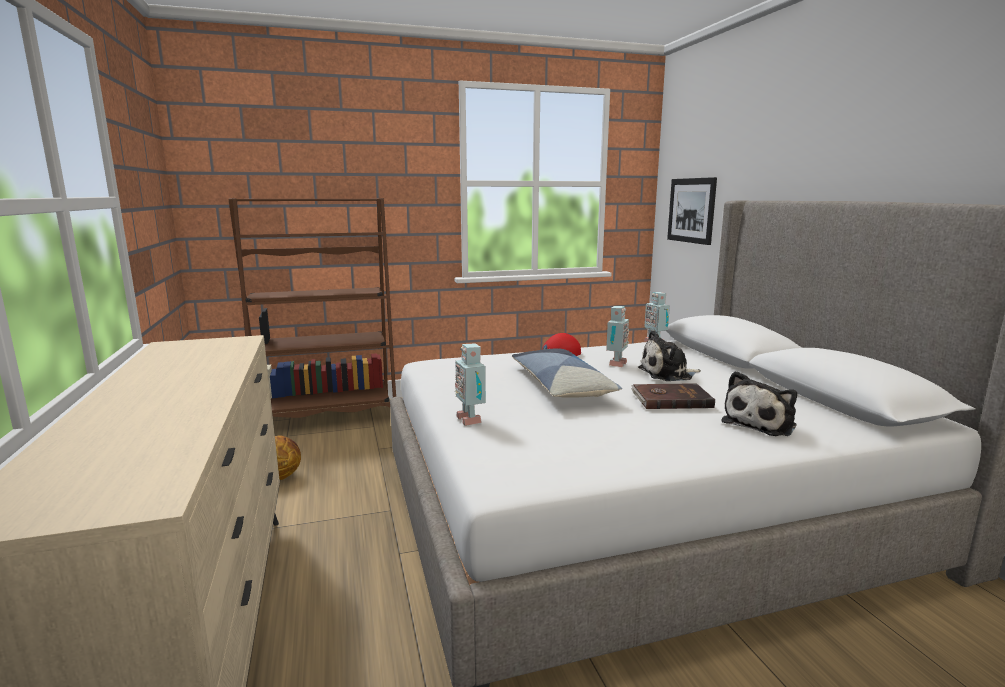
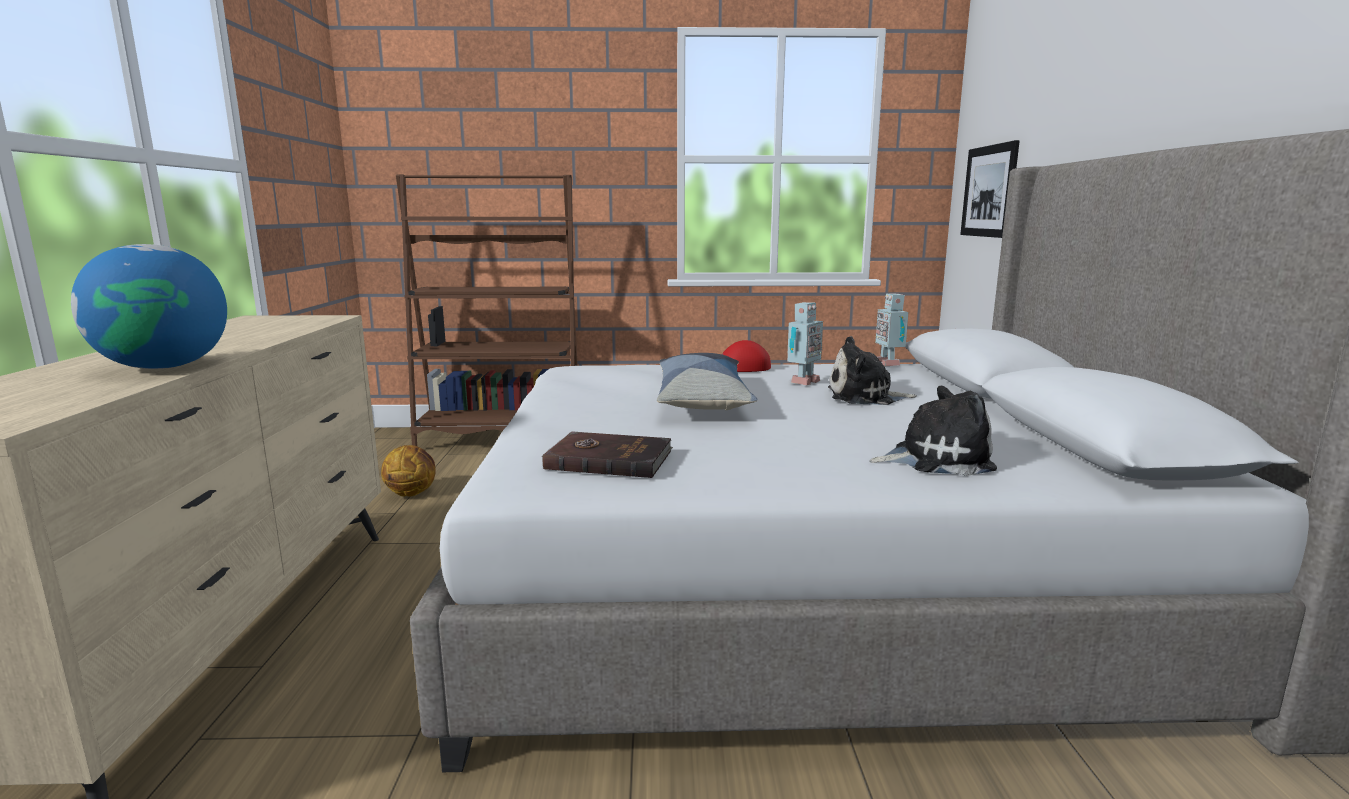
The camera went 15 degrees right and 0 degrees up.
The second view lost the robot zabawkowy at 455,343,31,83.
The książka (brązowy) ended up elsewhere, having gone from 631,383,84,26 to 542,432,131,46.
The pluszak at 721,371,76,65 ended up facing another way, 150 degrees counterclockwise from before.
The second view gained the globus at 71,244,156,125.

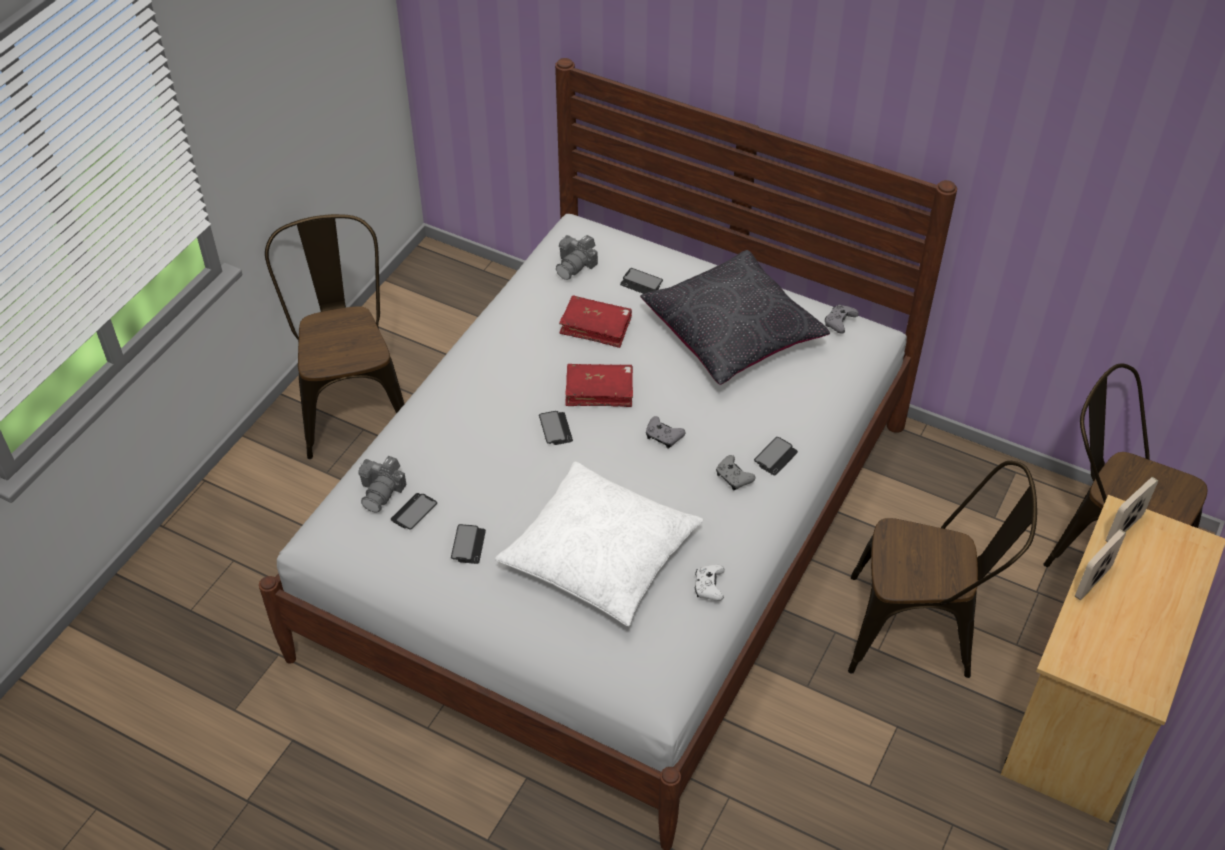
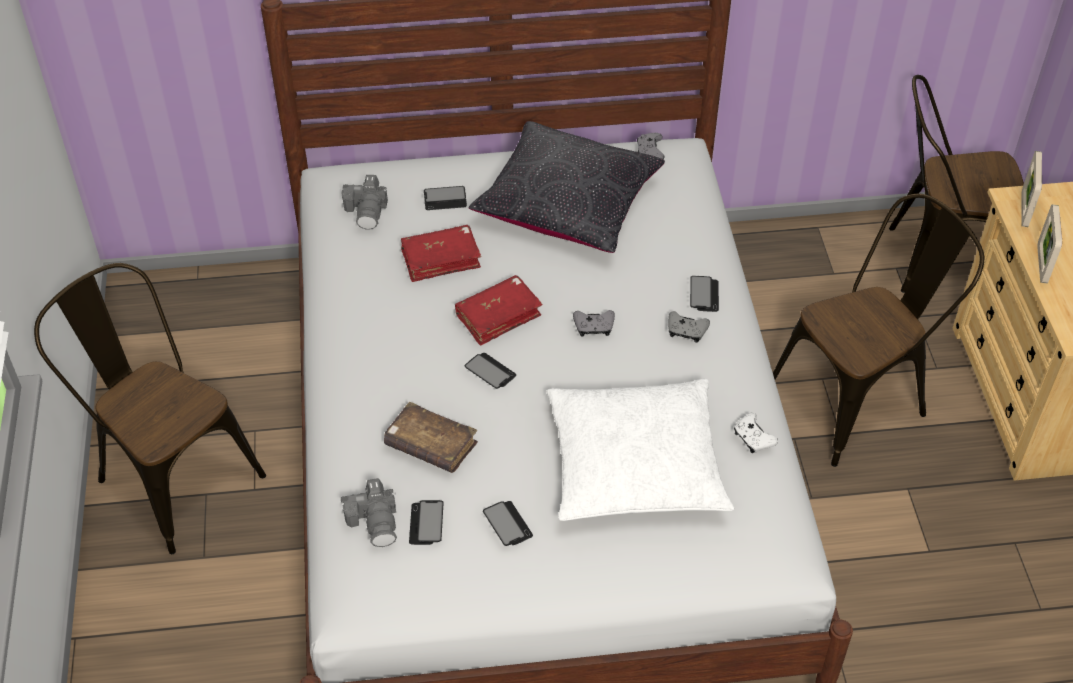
The camera went 35 degrees left and 0 degrees up.
The second view gained the książka (brązowy) at 384,402,94,71.

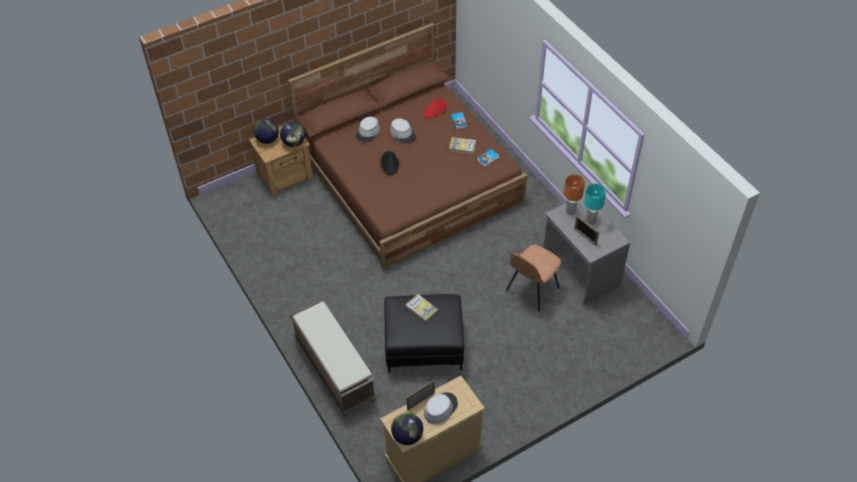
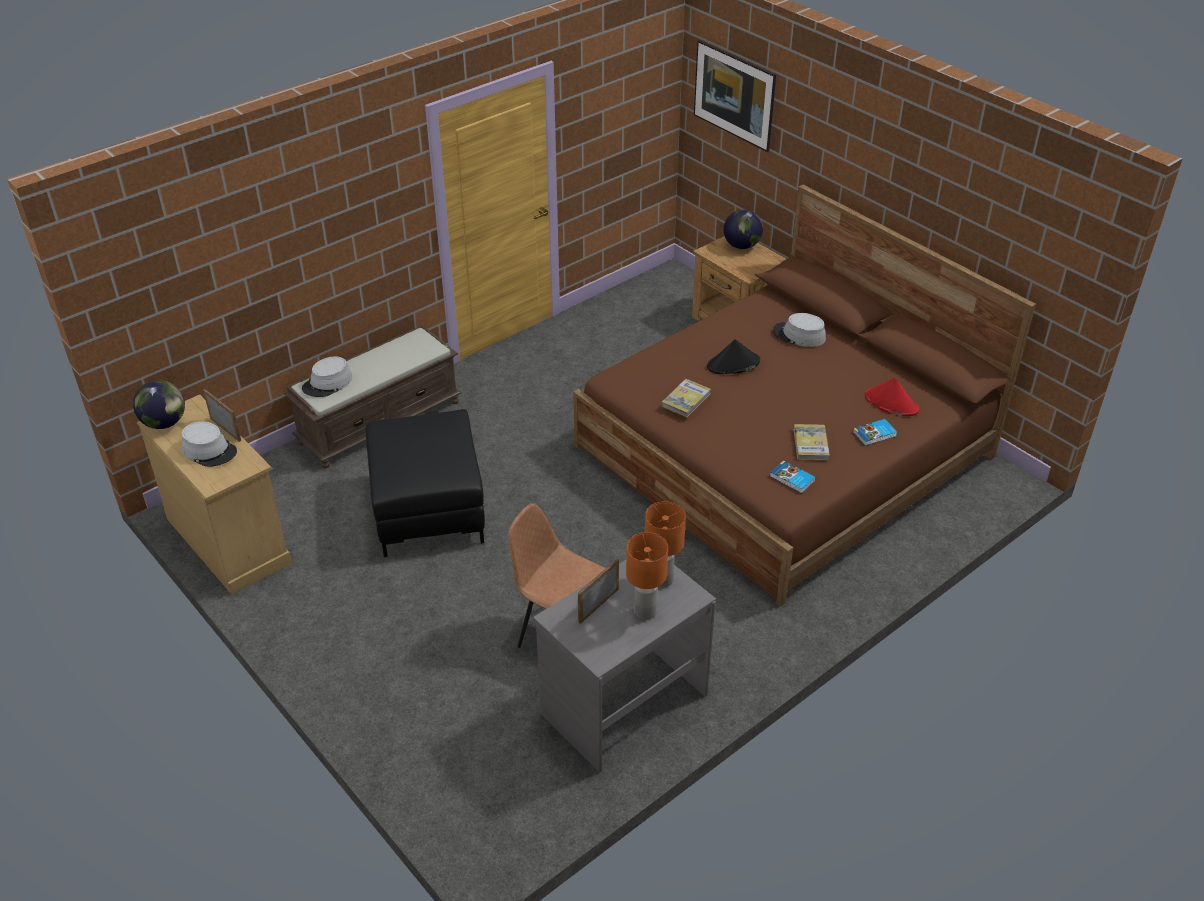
The camera went 80 degrees right and 10 degrees down.
The second view lost the globus at 280,122,25,25.
The kapelusz (szary) ended up elsewhere, having gone from 390,118,26,25 to 302,356,50,41.
The książka ended up elsewhere, having gone from 405,294,33,29 to 662,379,49,38.
What was the lampa stołowa (turkusowy) at 584,184,22,40 turned into the lampa stołowa (pomarańczowy) at 626,532,42,88.
The second view gained the obraz at 694,40,82,112.

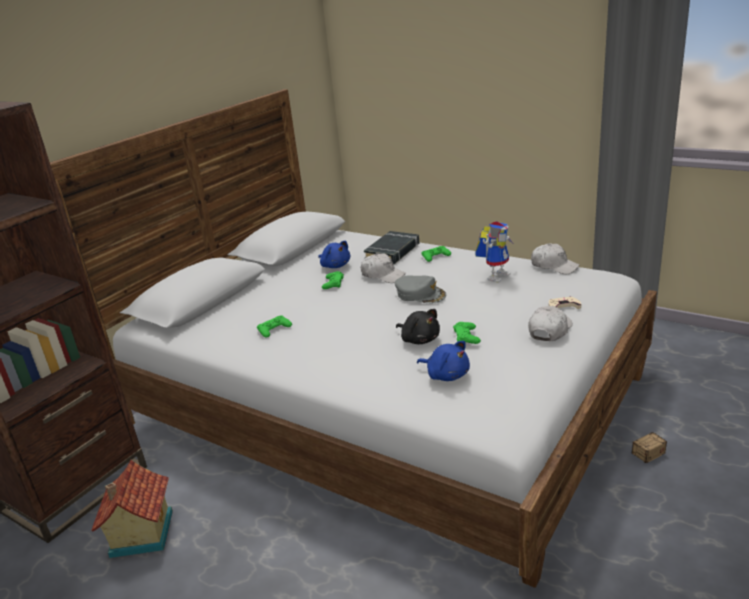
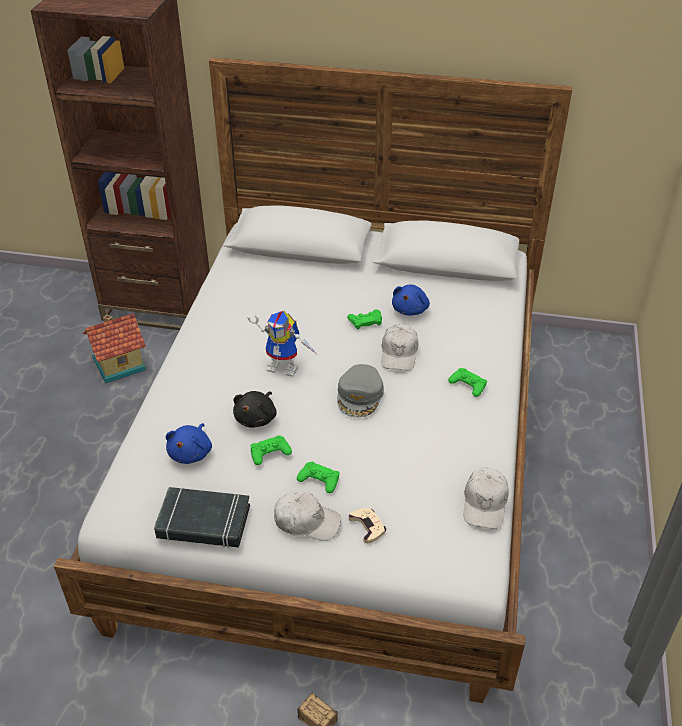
The camera went 65 degrees right and 15 degrees up.
The pad do gier (zielony) ended up elsewhere, having gone from 257,316,35,22 to 297,462,43,31.
The książka (czarny) ended up elsewhere, having gone from 364,231,55,33 to 154,487,96,61.
The robot zabawkowy ended up elsewhere, having gone from 476,221,37,62 to 247,310,70,67.

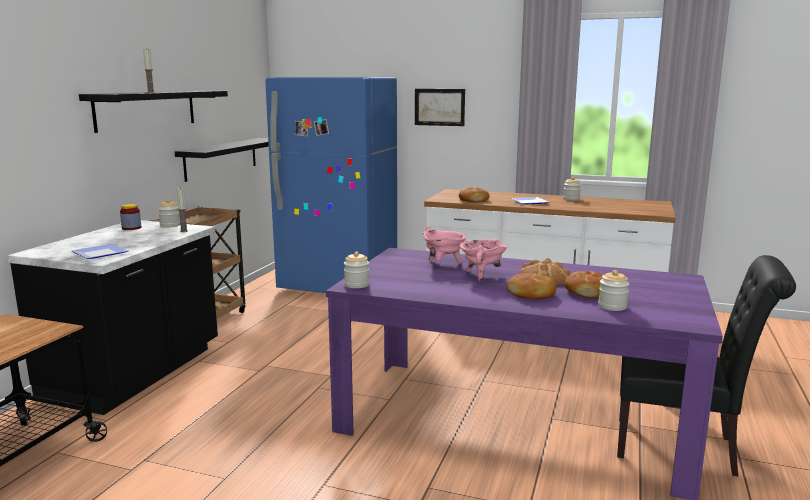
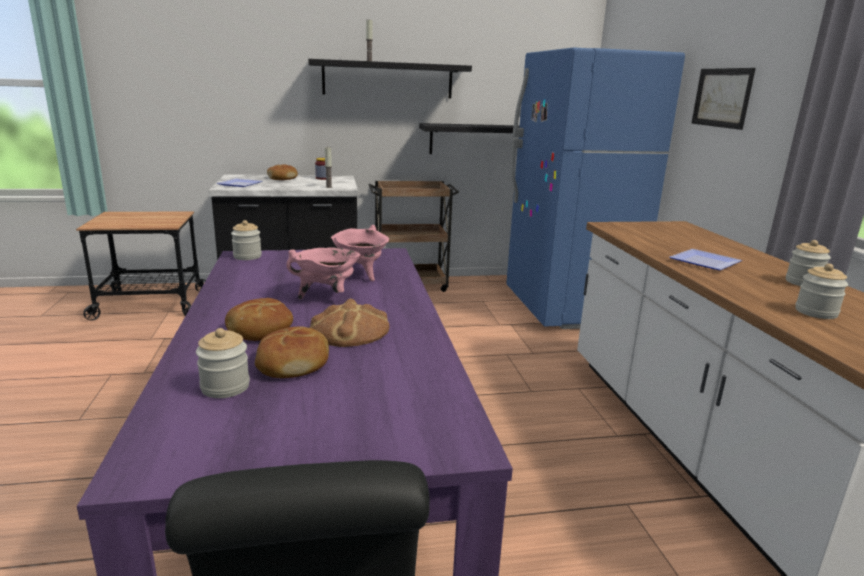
The camera went 60 degrees right and 5 degrees up.
The słoik ended up elsewhere, having gone from 158,199,22,29 to 795,264,53,55.
The chleb ended up elsewhere, having gone from 459,187,31,15 to 267,164,31,16.

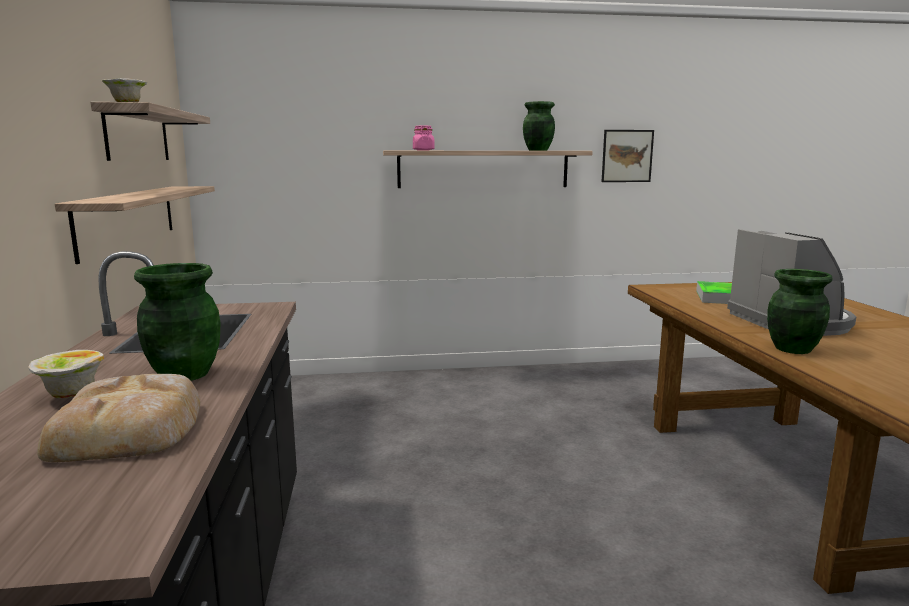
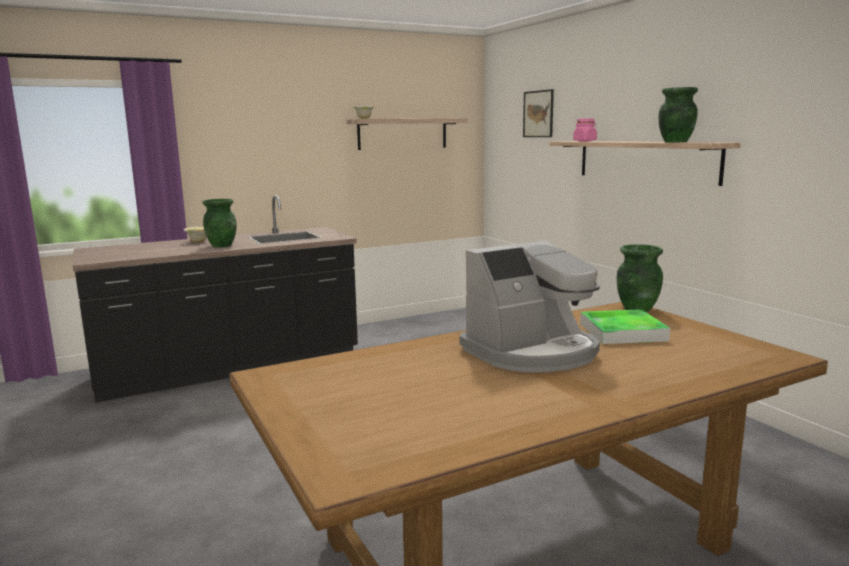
The camera went 70 degrees right and 0 degrees up.
The second view lost the chleb at 37,374,163,88.
The second view lost the półka at 55,186,160,78.
The obraz ended up elsewhere, having gone from 601,130,53,52 to 523,89,31,48.
The wazon (zielony) ended up elsewhere, having gone from 767,269,65,85 to 617,244,46,68.

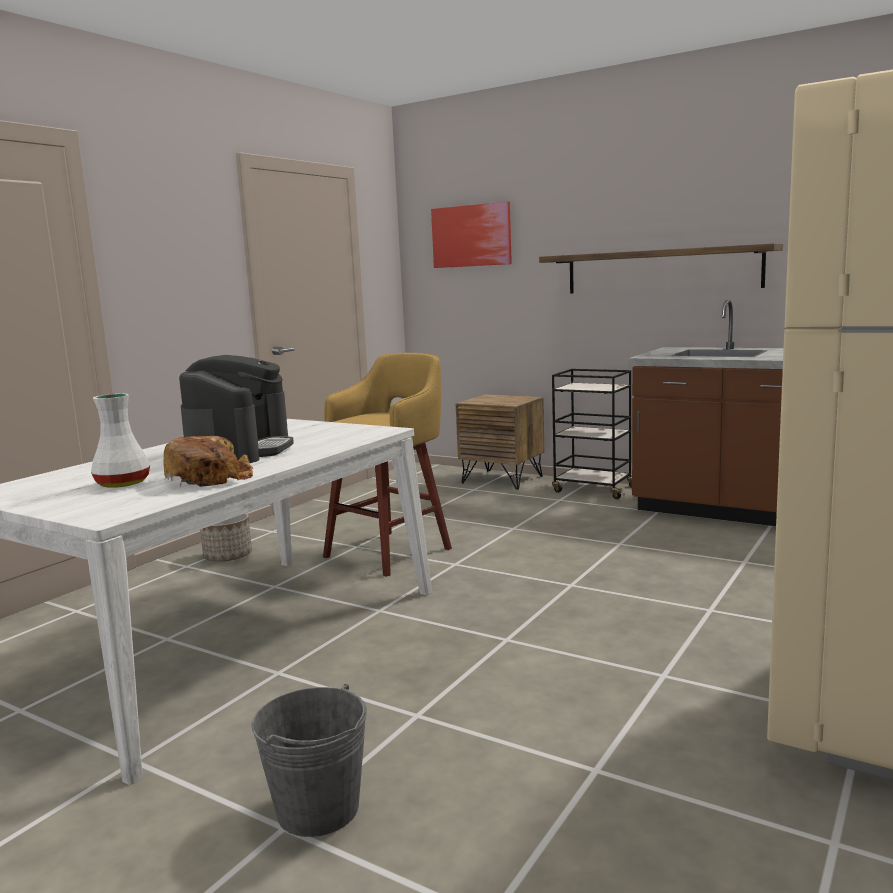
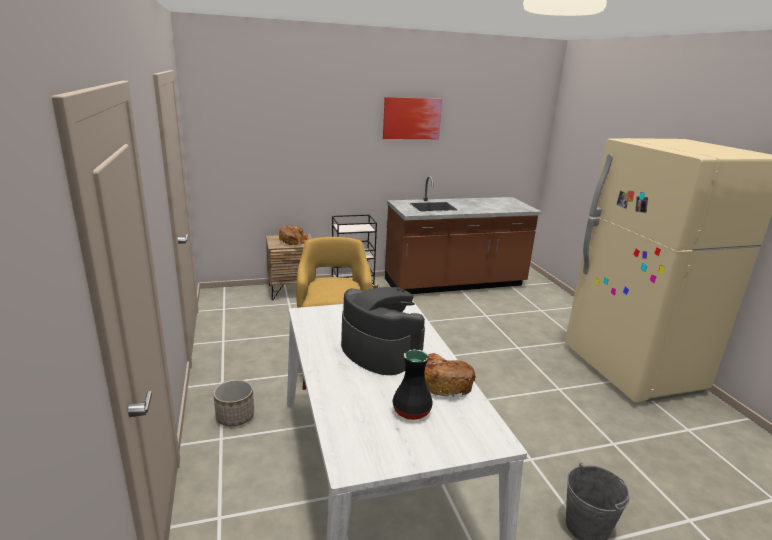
The camera went 50 degrees left and 10 degrees up.
What was the wazon (biały) at 91,394,59,93 turned into the wazon (czarny) at 392,349,41,71.
The obraz ended up elsewhere, having gone from 431,201,81,67 to 383,97,59,42.
The second view lost the półka at 539,243,244,51.
The second view gained the chleb at 279,226,30,19.

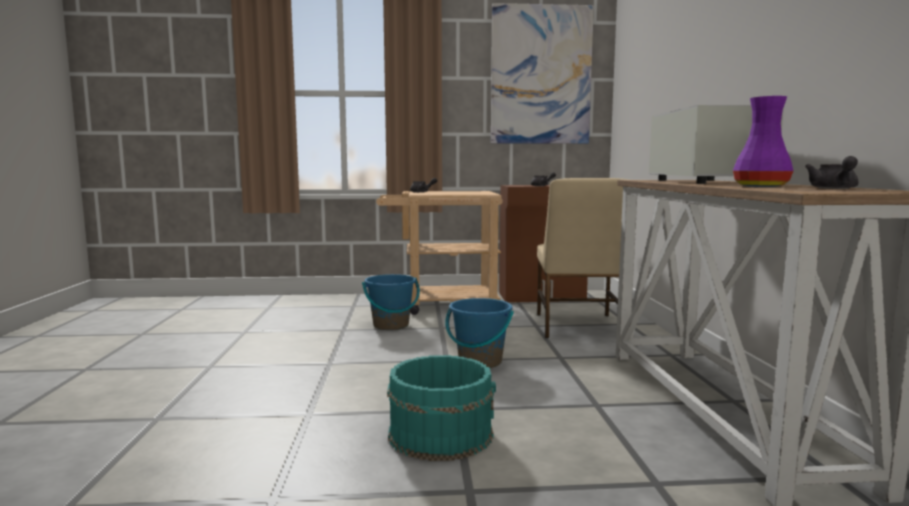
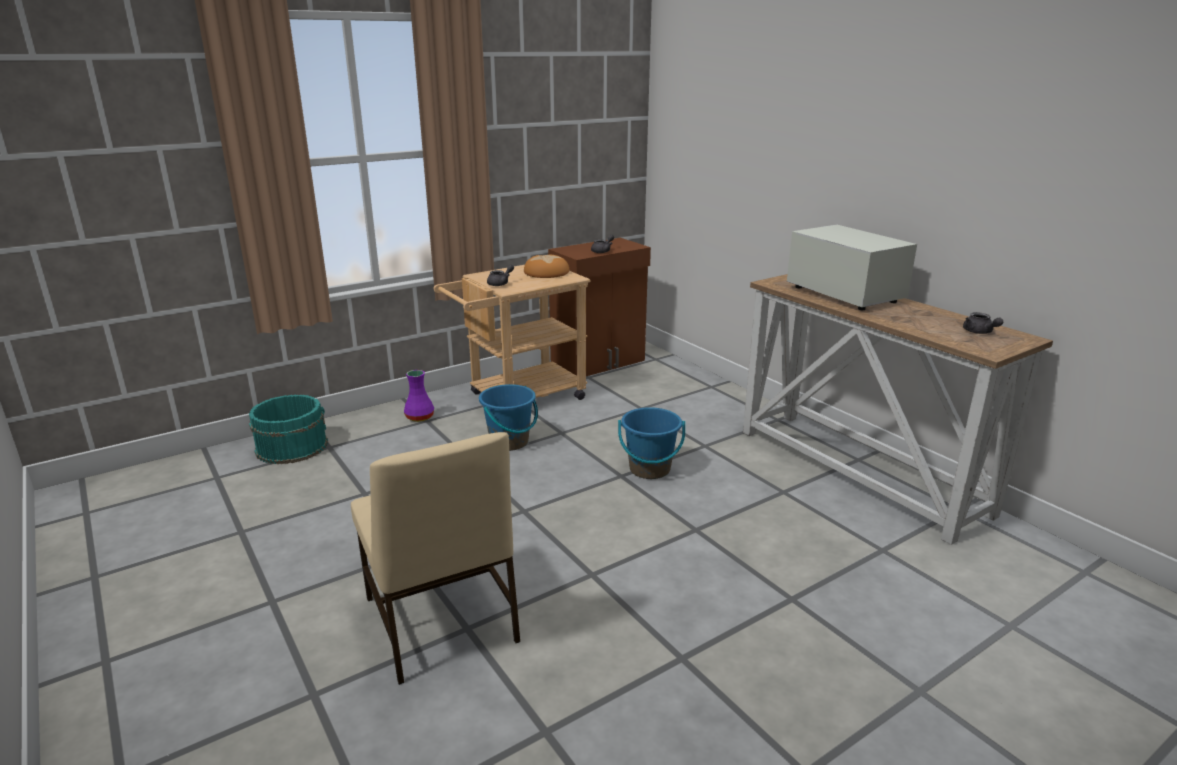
The camera went 30 degrees left and 15 degrees up.
The wiadro (turkusowy) ended up elsewhere, having gone from 387,355,109,106 to 249,395,79,69.
The second view lost the obraz at 491,3,103,141.
The krzesło (beżowy) ended up elsewhere, having gone from 537,178,92,160 to 351,432,169,253.
The wazon (fioletowy) ended up elsewhere, having gone from 733,96,60,91 to 404,370,30,52.
The second view gained the chleb at 524,255,45,23.

